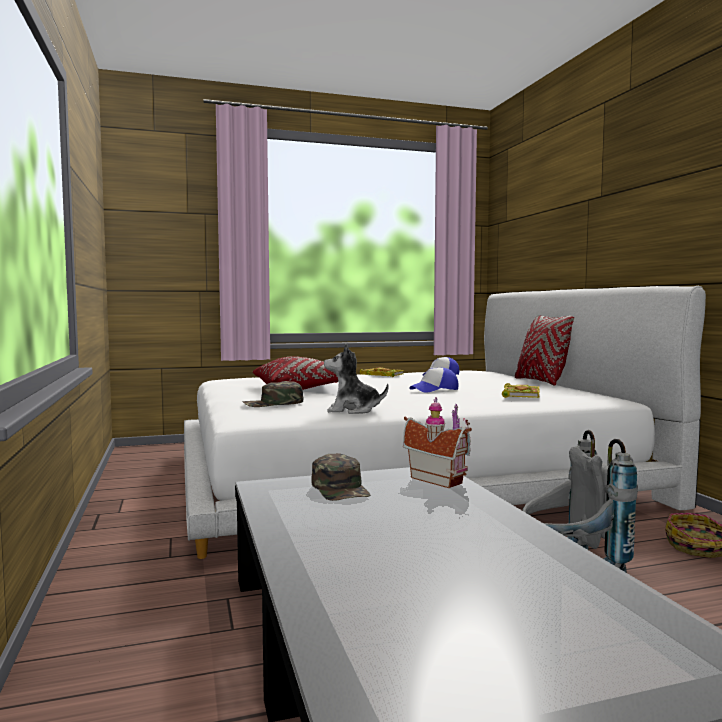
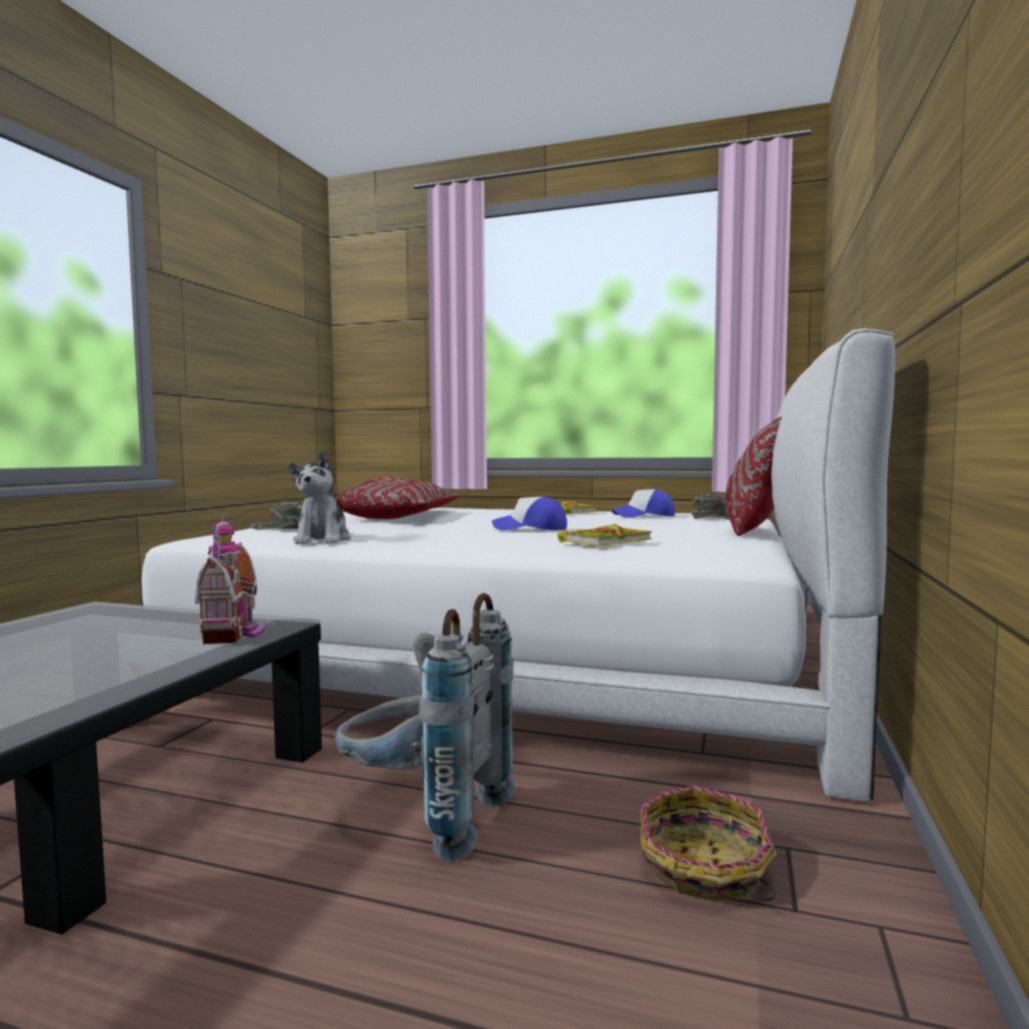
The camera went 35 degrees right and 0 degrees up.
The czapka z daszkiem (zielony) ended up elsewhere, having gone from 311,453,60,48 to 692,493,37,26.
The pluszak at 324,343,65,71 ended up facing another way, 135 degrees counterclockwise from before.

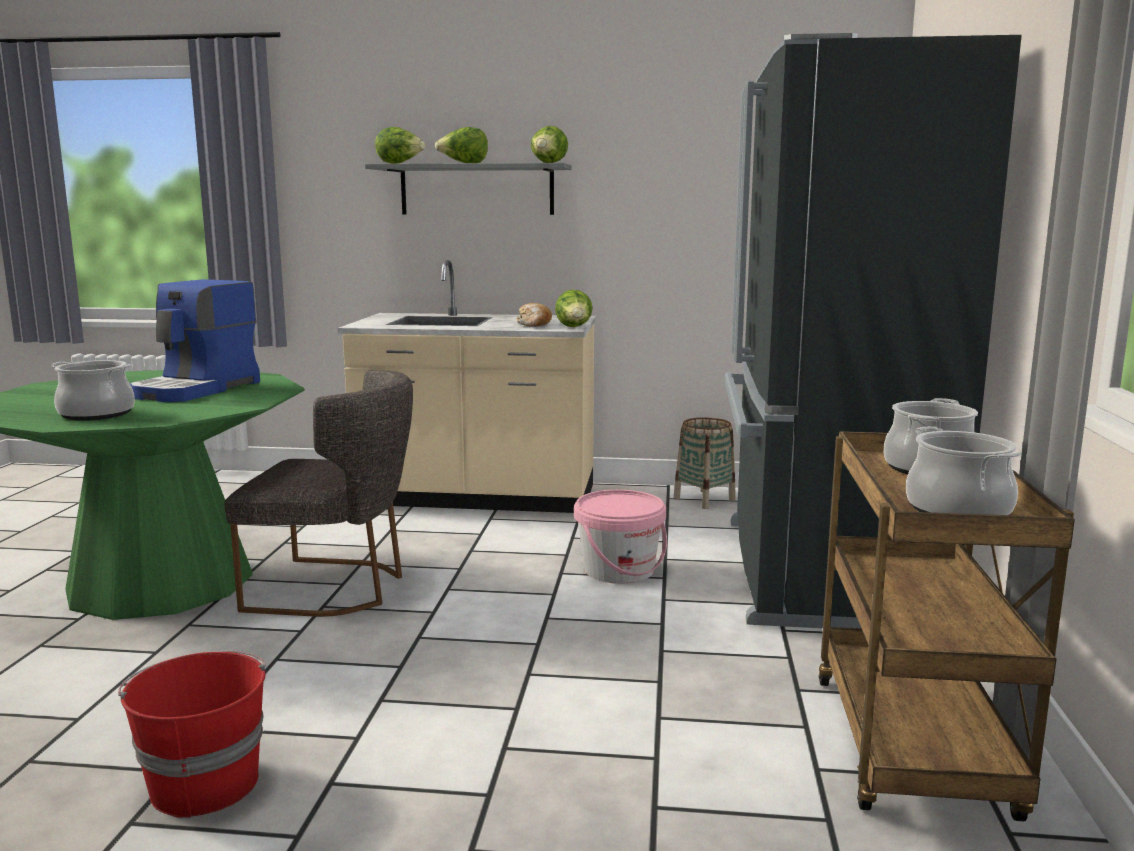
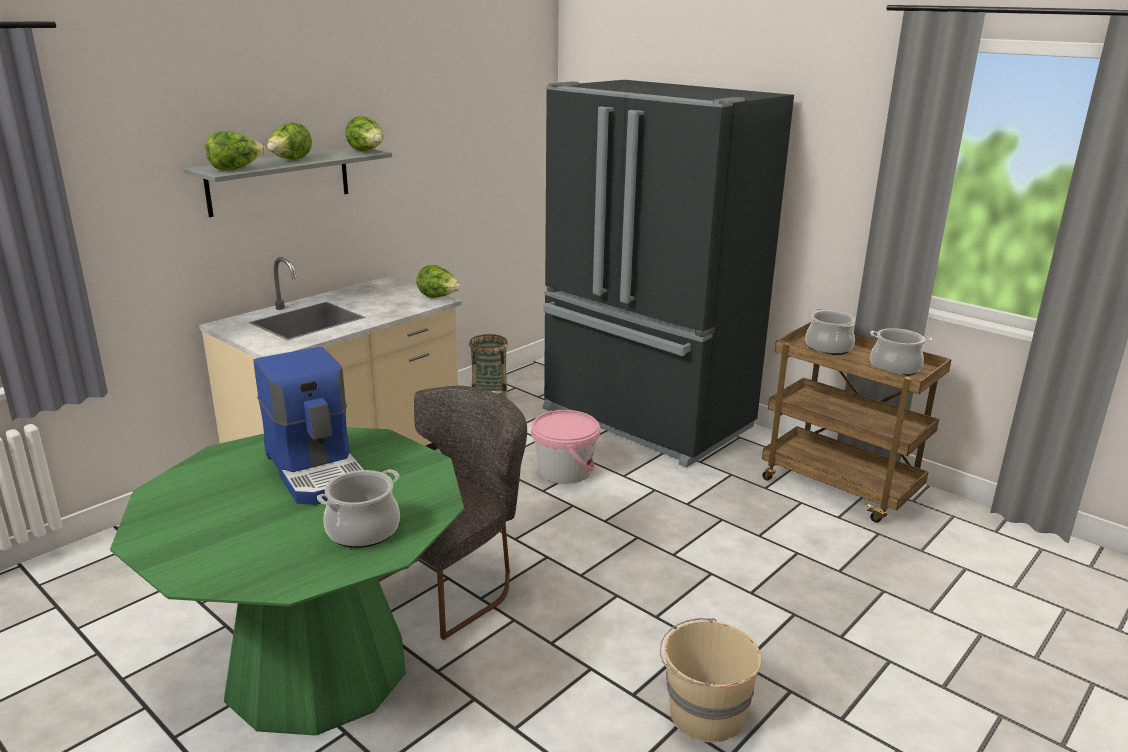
The camera went 55 degrees left and 10 degrees up.
What was the wiadro (czerwony) at 118,651,148,167 turned into the wiadro (beżowy) at 660,618,102,124.
The second view lost the chleb at 517,303,35,24.

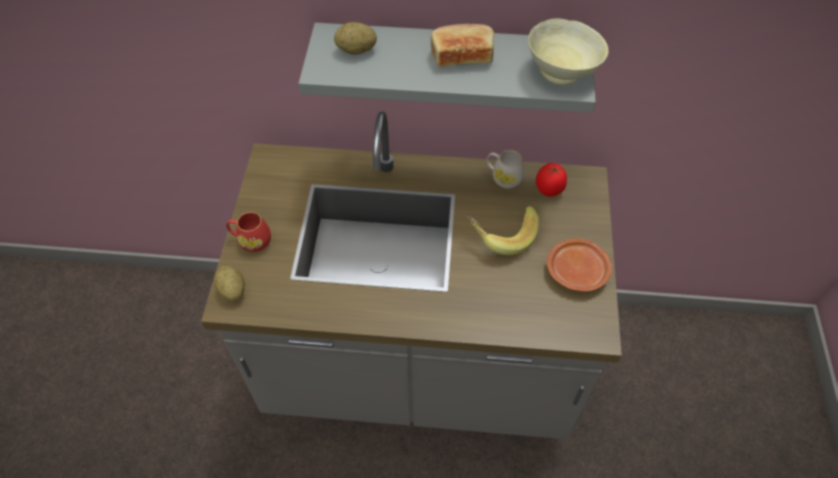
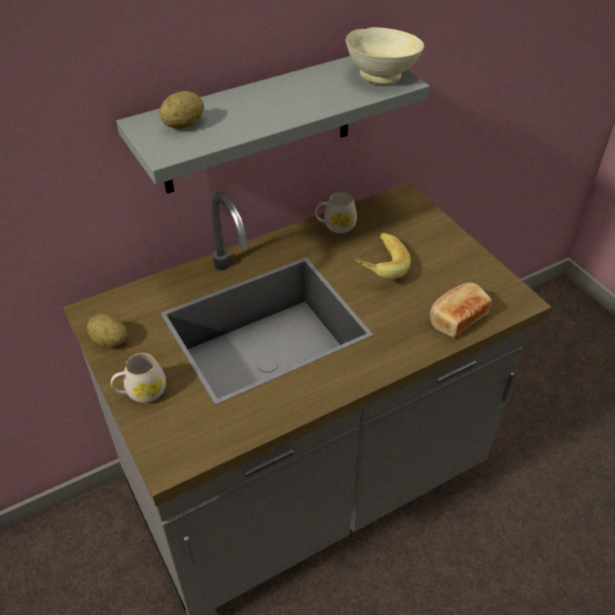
The camera went 35 degrees left and 10 degrees down.
The ziemniak ended up elsewhere, having gone from 214,266,31,35 to 87,314,40,33.
What was the kubek (czerwony) at 226,212,45,40 turned into the kubek (biały) at 111,353,55,50.
The chleb ended up elsewhere, having gone from 431,24,64,42 to 430,282,62,55.
The second view lost the pomidor at 536,163,31,34.
The second view lost the talerz (brązowy) at 547,238,65,54.

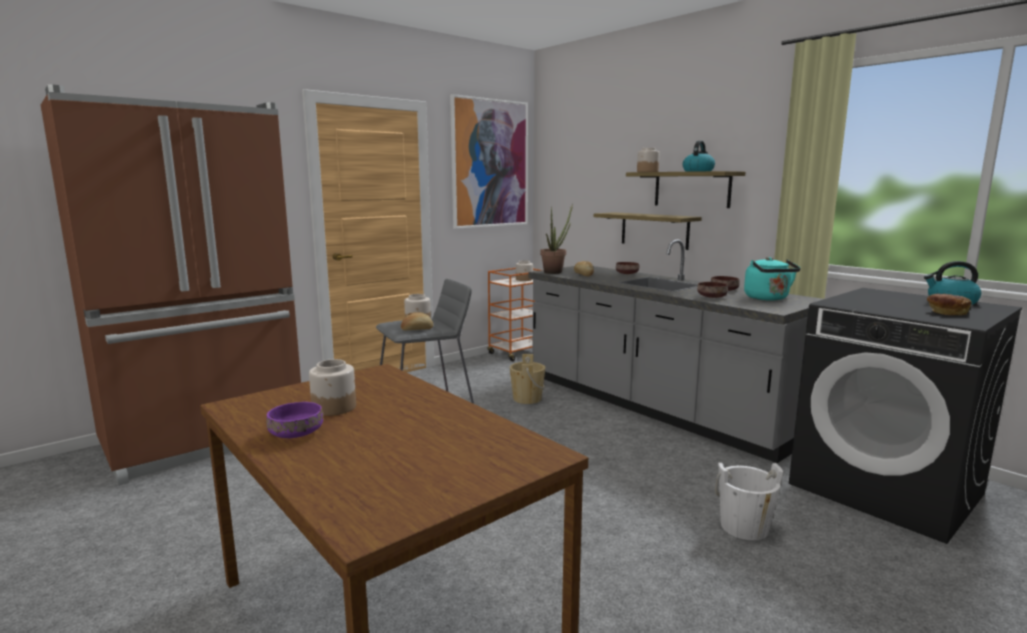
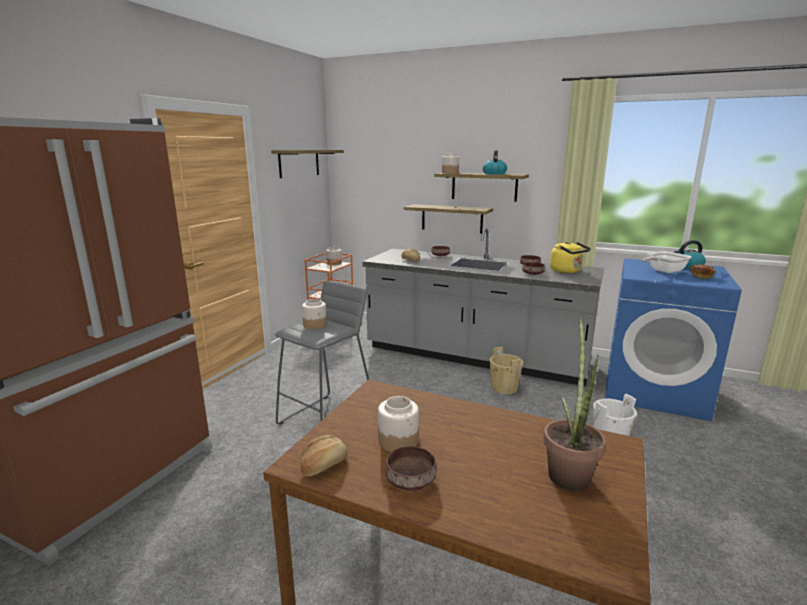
The camera went 25 degrees left and 5 degrees up.
What was the miska (fioletowy) at 267,402,56,36 turned into the miska (brązowy) at 386,446,51,45.
The chleb ended up elsewhere, having gone from 401,312,32,18 to 300,435,47,41.
Where the obraz hung at 450,94,78,135, the półka came to hang at 271,150,73,28.
The wiadro (beżowy) ended up elsewhere, having gone from 510,354,36,50 to 490,347,33,48.
The roślina doniczkowa ended up elsewhere, having gone from 540,204,33,70 to 543,317,63,174.
What was the czajnik (turkusowy) at 744,257,57,44 turned into the czajnik (żółty) at 550,241,41,32.
What was the pralka (czarny) at 789,288,233,256 turned into the pralka (niebieski) at 605,259,137,162.
The second view gained the patelnia at 643,251,48,22.

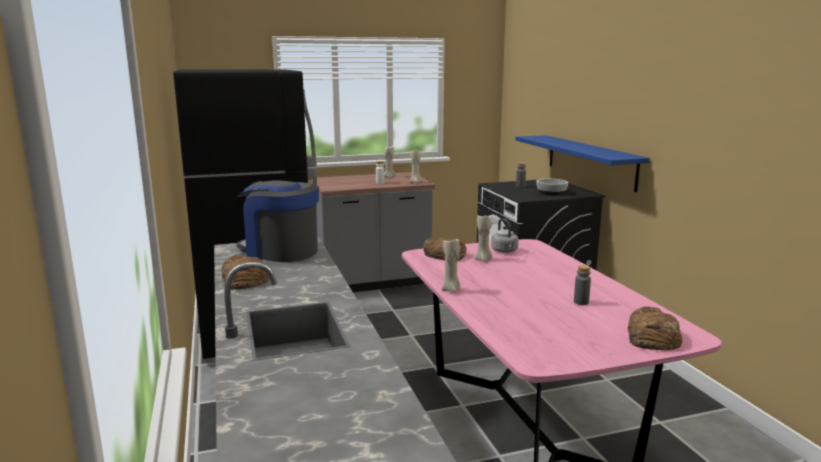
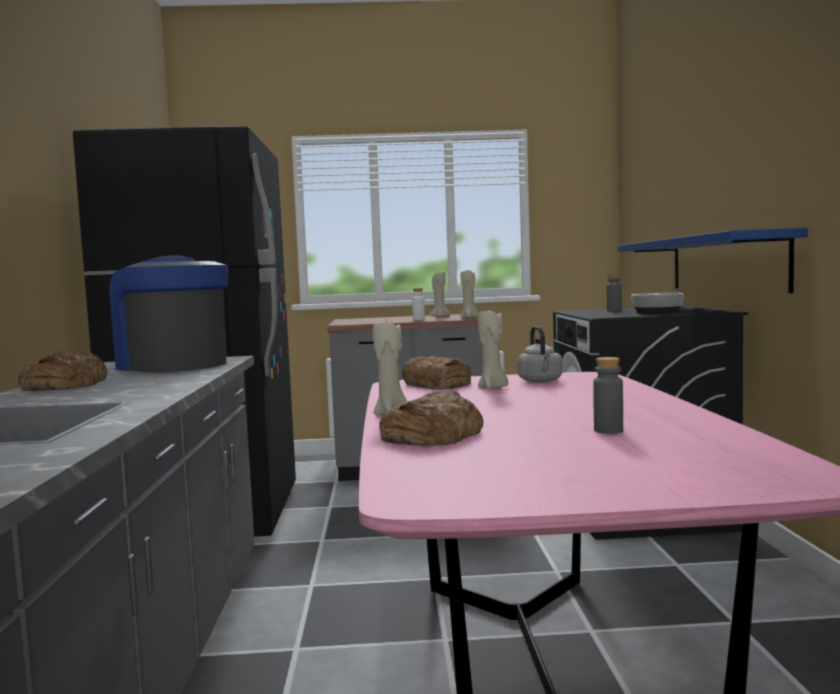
The camera went 15 degrees right and 10 degrees down.
The chleb ended up elsewhere, having gone from 628,306,54,44 to 379,391,104,55.

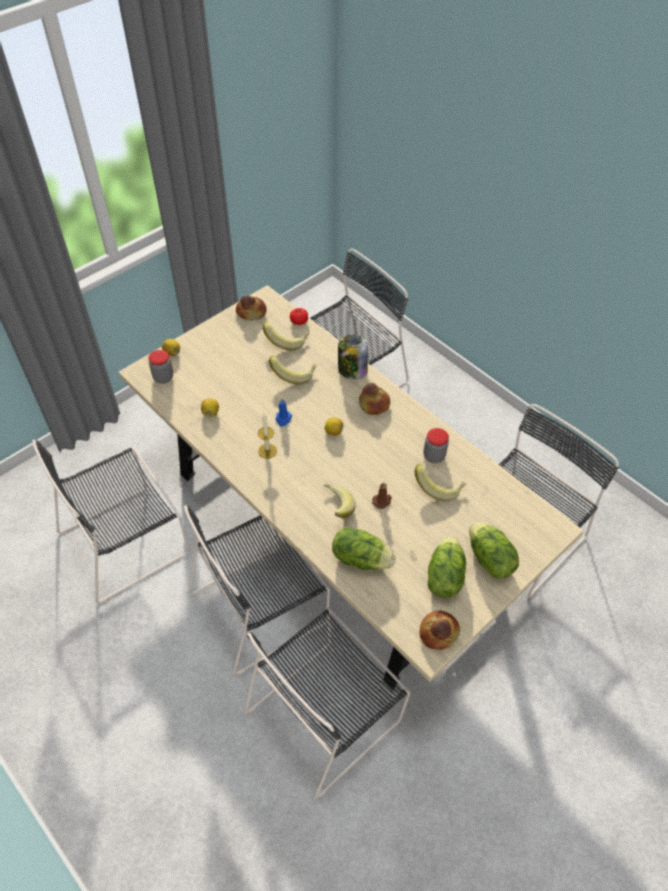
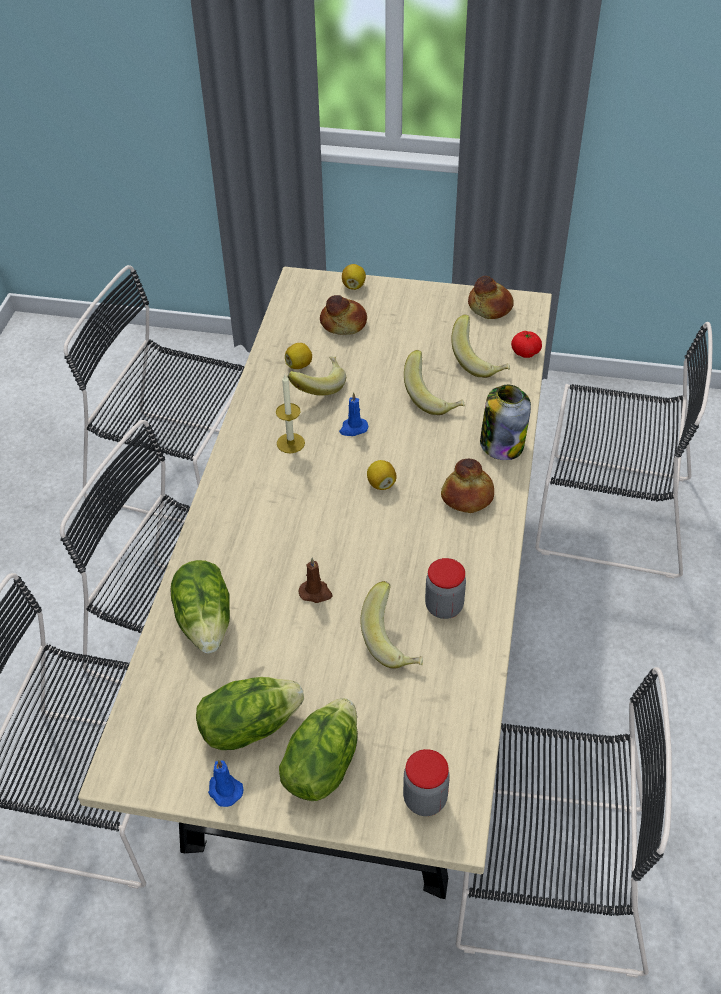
The camera went 55 degrees right and 5 degrees down.
The słoik ended up elsewhere, having gone from 148,350,25,34 to 403,749,47,67.
The banan ended up elsewhere, having gone from 323,482,33,36 to 288,356,58,40.
The chleb ended up elsewhere, having gone from 420,610,40,40 to 320,295,47,40.
The second view gained the świeca (niebieski) at 208,759,35,48.

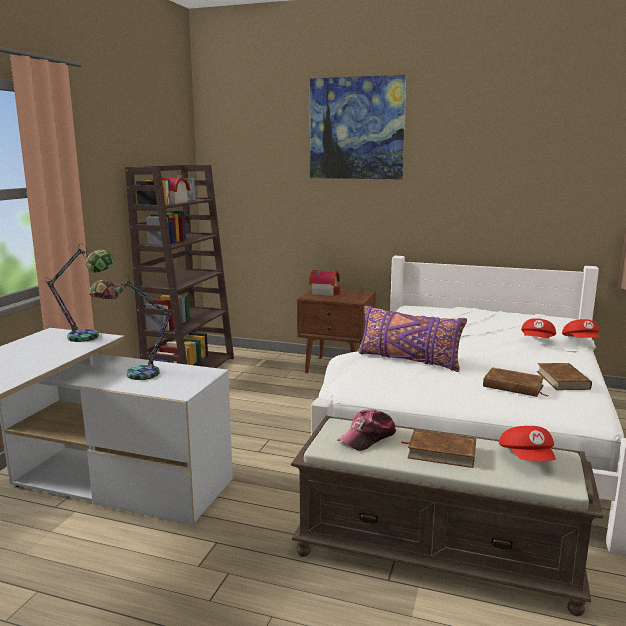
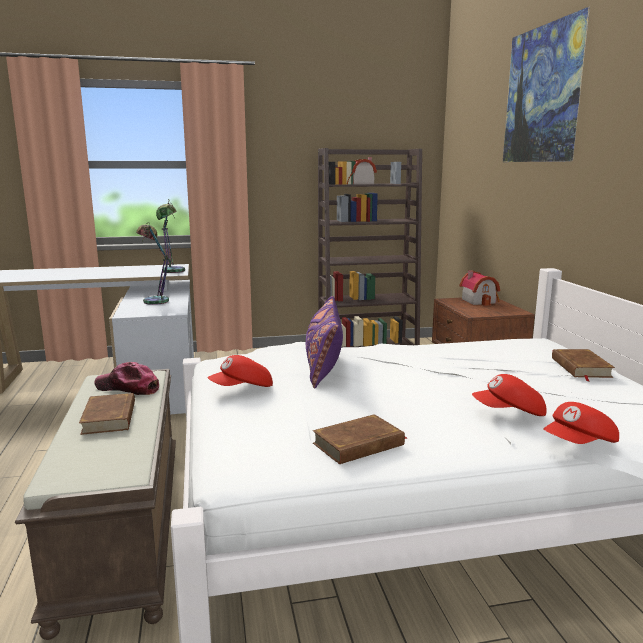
The camera went 60 degrees right and 0 degrees up.
The książka (brązowy) ended up elsewhere, having gone from 483,368,66,29 to 552,349,63,33.
The czapka z daszkiem (czerwony) ended up elsewhere, having gone from 499,426,57,35 to 208,355,65,32.

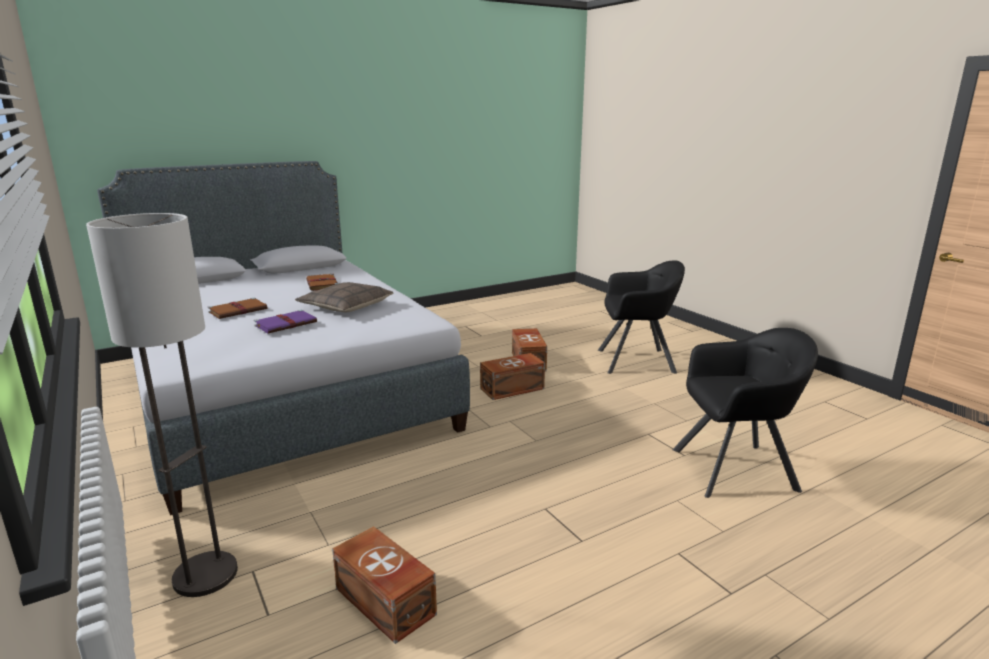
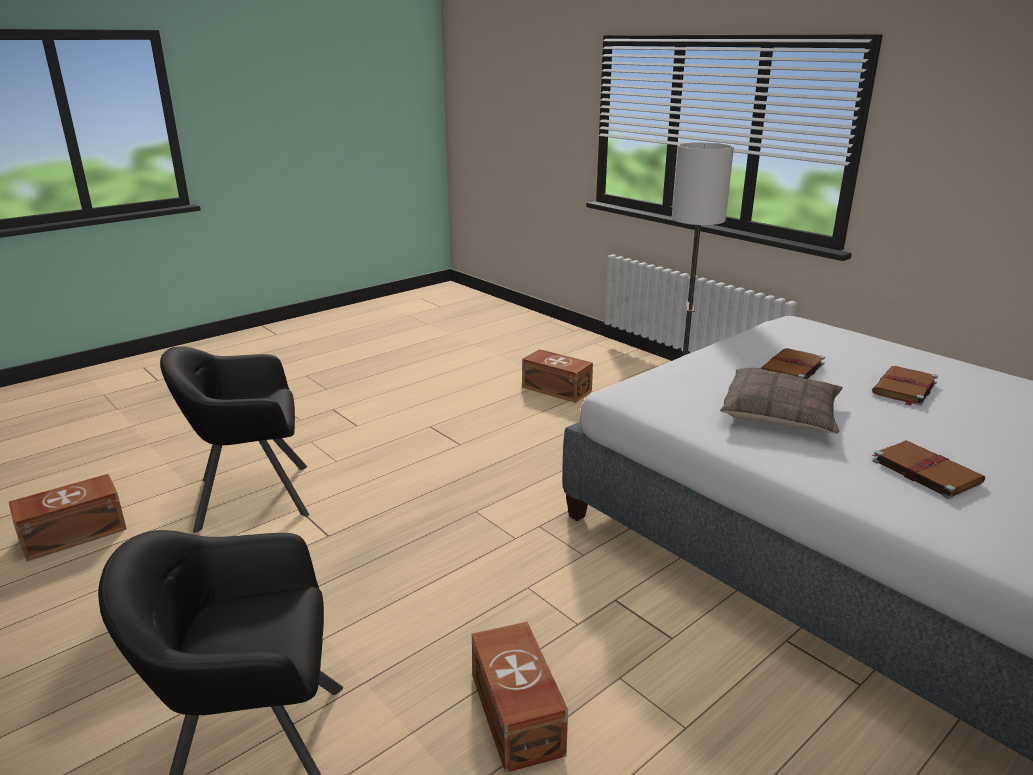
The camera went 170 degrees right and 5 degrees up.
What was the książka (fioletowy) at 254,310,63,24 turned into the książka (brązowy) at 760,348,65,31.
The pojemnik do przechowywania (brązowy) ended up elsewhere, having gone from 480,353,65,47 to 9,474,118,88.

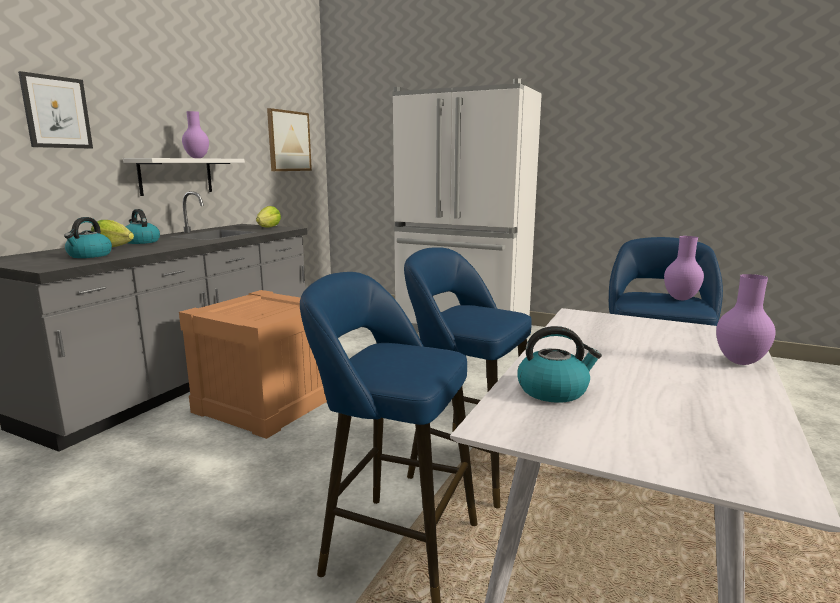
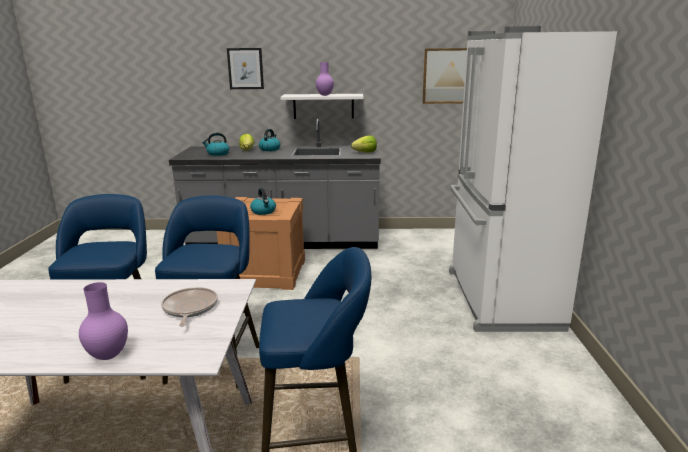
The camera went 65 degrees right and 5 degrees up.
The czajnik ended up elsewhere, having gone from 517,326,85,77 to 250,188,26,27.
The second view lost the wazon (fioletowy) at 664,236,40,64.
The second view gained the patelnia at 161,287,57,40.

